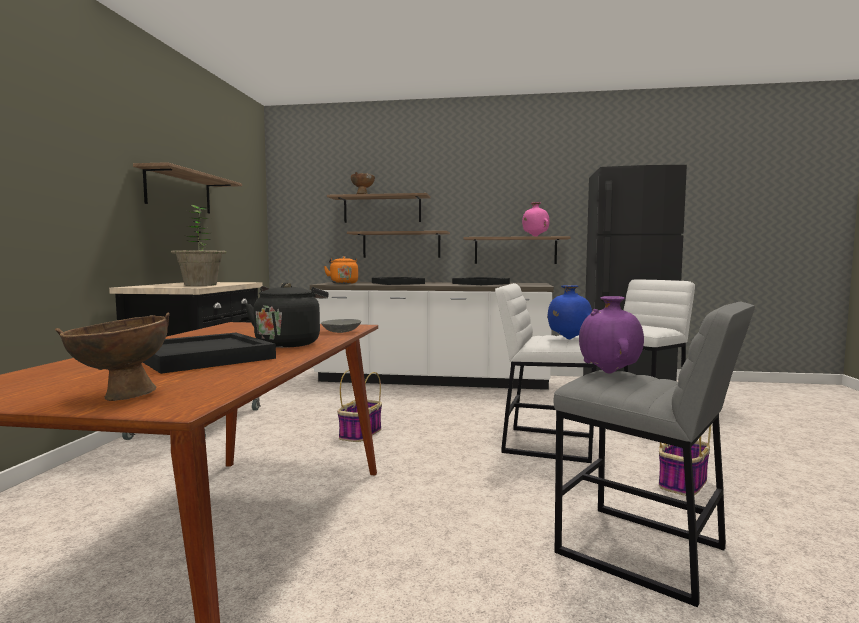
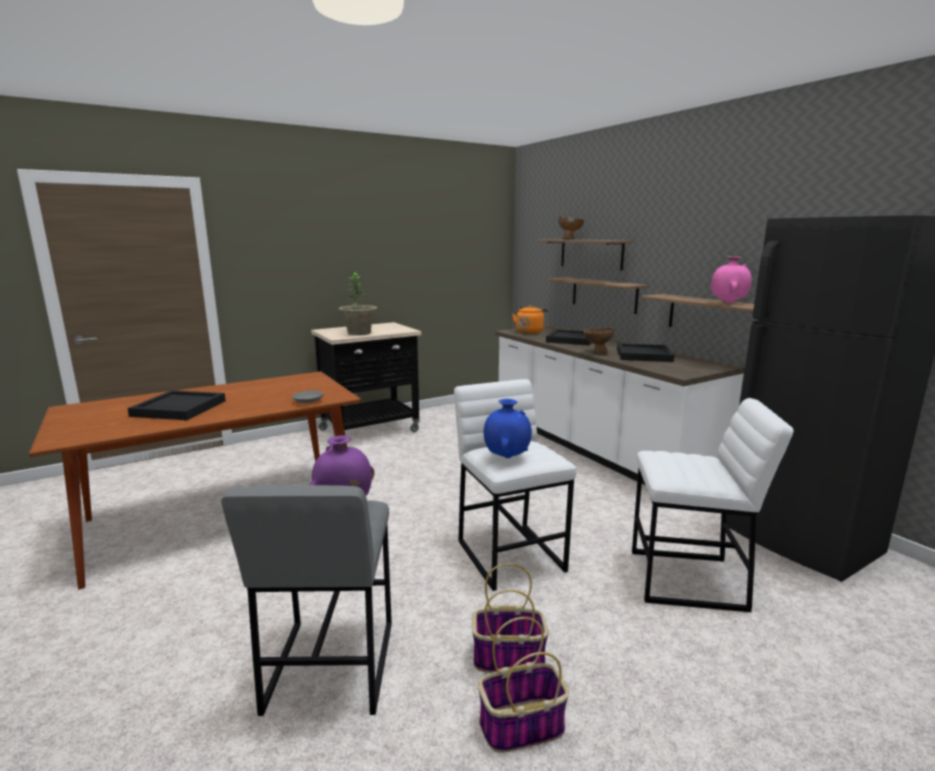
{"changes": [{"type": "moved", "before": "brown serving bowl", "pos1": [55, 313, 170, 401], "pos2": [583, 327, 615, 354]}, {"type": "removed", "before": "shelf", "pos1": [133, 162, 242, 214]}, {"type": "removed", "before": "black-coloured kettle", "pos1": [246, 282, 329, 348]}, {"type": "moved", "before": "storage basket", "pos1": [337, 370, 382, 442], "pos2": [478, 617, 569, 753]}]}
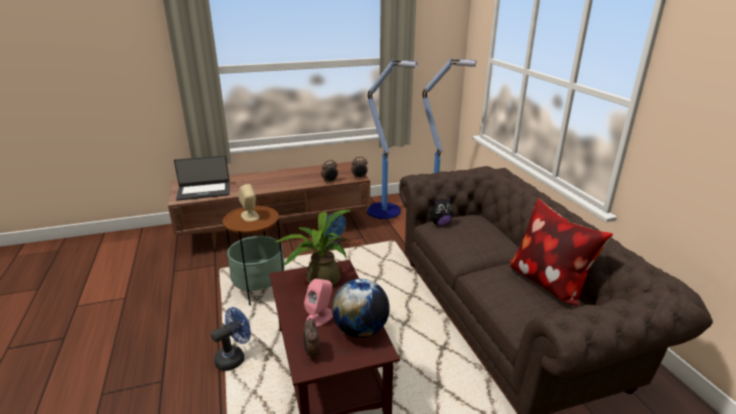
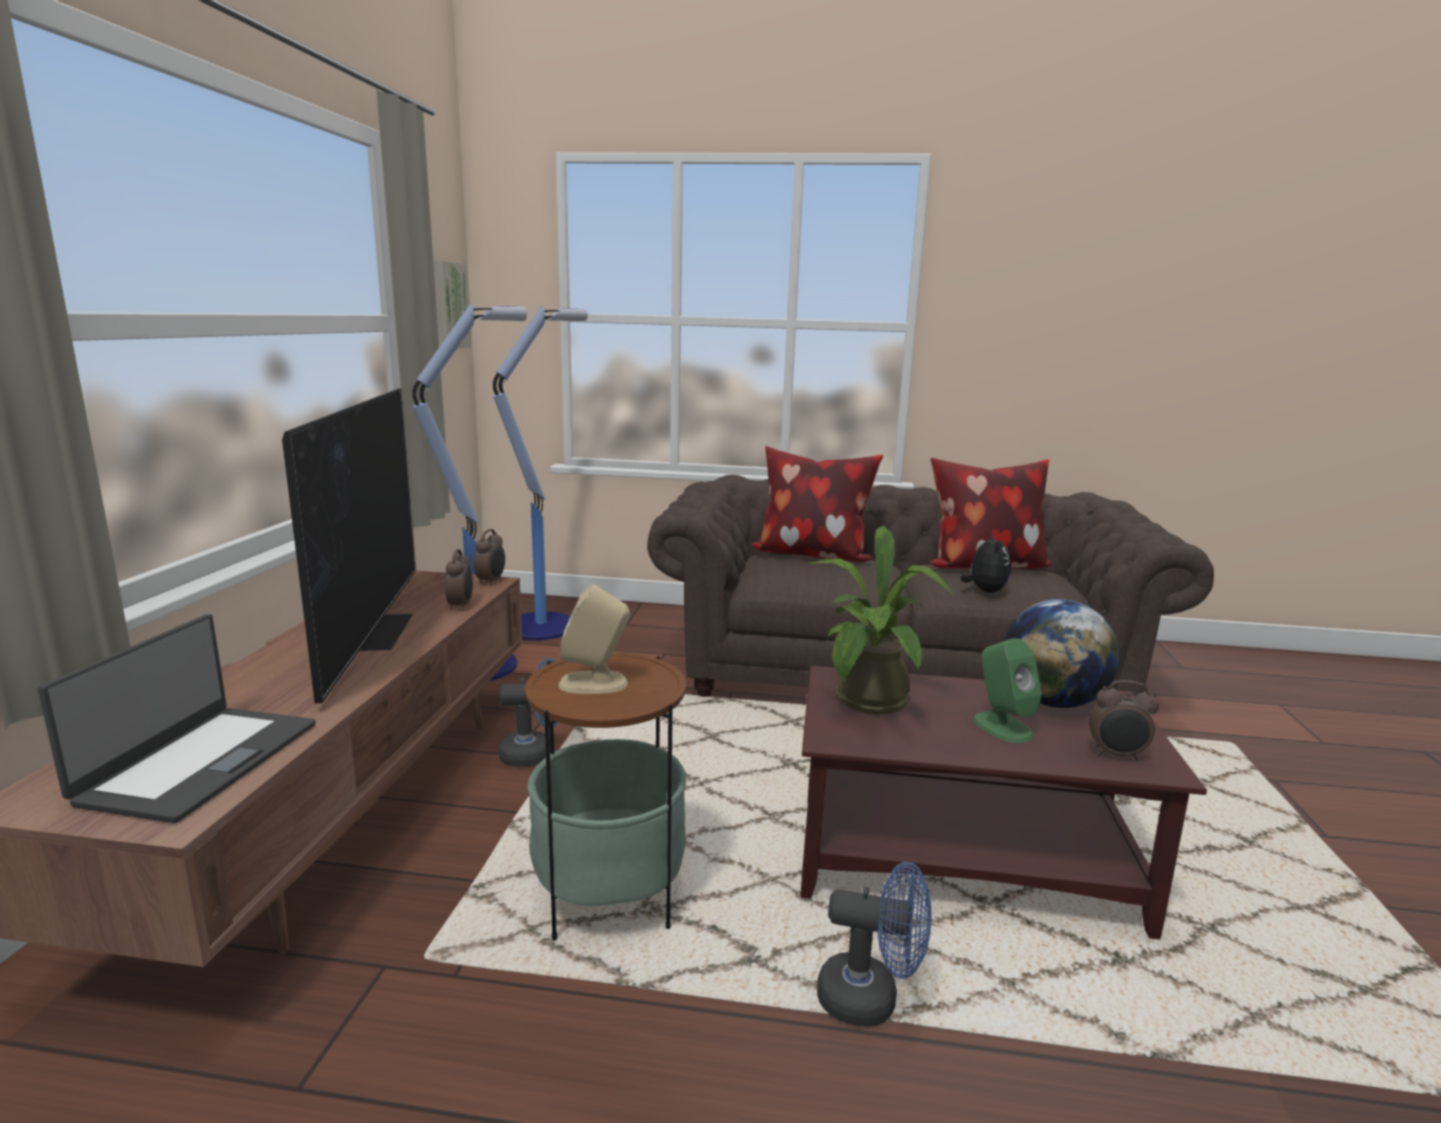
{"changes": [{"type": "turned", "before": "blue electric fan", "pos1": [211, 307, 251, 371], "pos2": [817, 862, 932, 1026], "turn": 120}, {"type": "recoloured", "before": "pink speaker", "after": "green-coloured speaker", "pos1": [304, 279, 333, 327], "pos2": [973, 638, 1042, 743]}, {"type": "moved", "before": "soft toy", "pos1": [429, 197, 453, 226], "pos2": [960, 532, 1011, 593]}, {"type": "added", "after": "TV set", "pos2": [282, 388, 416, 703]}, {"type": "added", "after": "wall art", "pos2": [434, 260, 472, 348]}, {"type": "added", "after": "throw pillow", "pos2": [750, 446, 883, 562]}]}
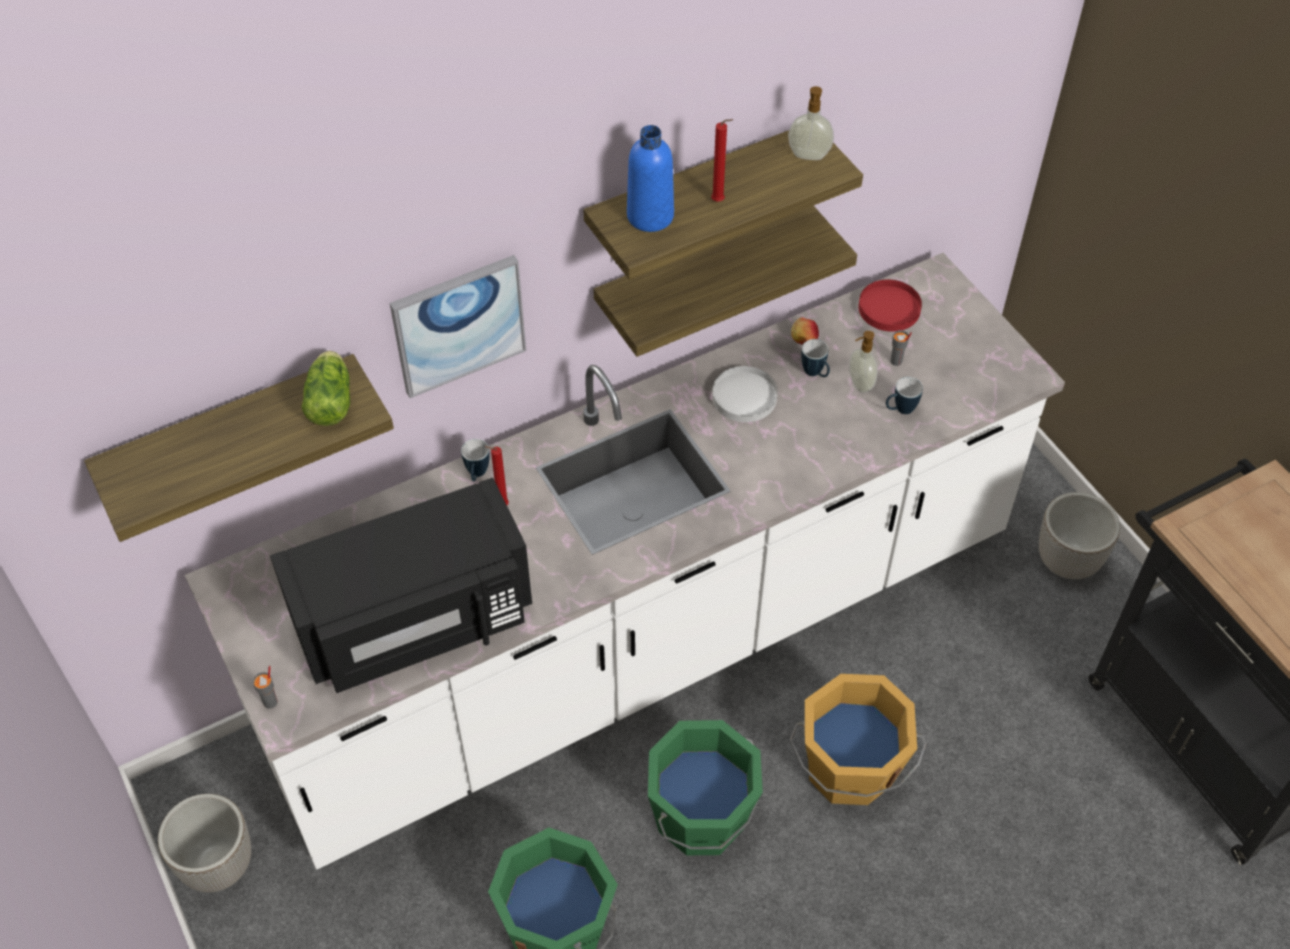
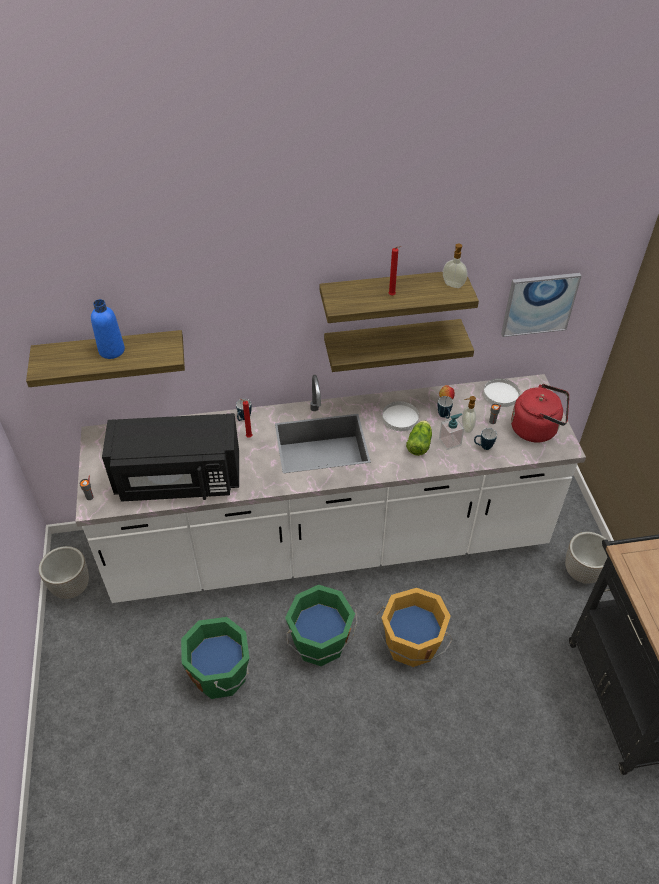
{"changes": [{"type": "moved", "before": "lettuce head", "pos1": [301, 351, 350, 426], "pos2": [406, 420, 432, 456]}, {"type": "moved", "before": "wall art", "pos1": [390, 255, 526, 398], "pos2": [501, 273, 582, 337]}, {"type": "moved", "before": "blue drink bottle", "pos1": [627, 125, 674, 232], "pos2": [91, 299, 125, 359]}, {"type": "recoloured", "before": "reddish flat dish", "after": "whitish flat dish", "pos1": [858, 280, 922, 332], "pos2": [483, 378, 520, 407]}, {"type": "added", "after": "soap bottle", "pos2": [439, 414, 464, 450]}, {"type": "added", "after": "reddish kettle", "pos2": [511, 384, 569, 443]}]}
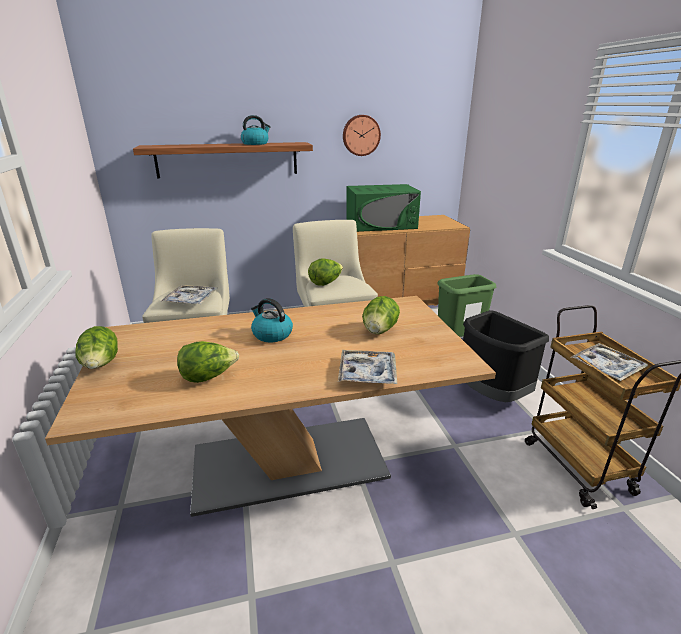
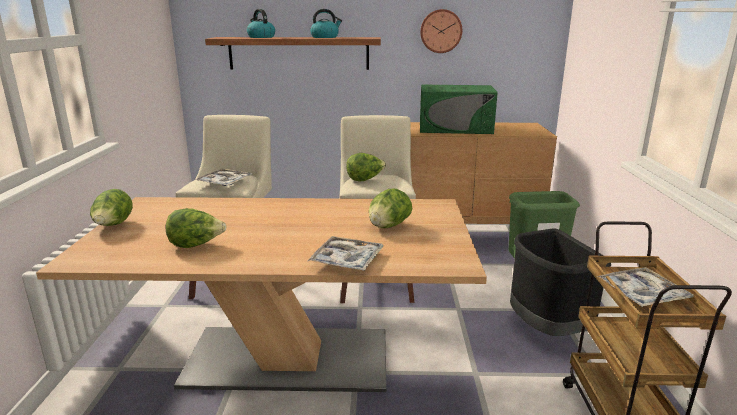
{"changes": [{"type": "moved", "before": "kettle", "pos1": [251, 298, 293, 342], "pos2": [247, 9, 275, 38]}]}
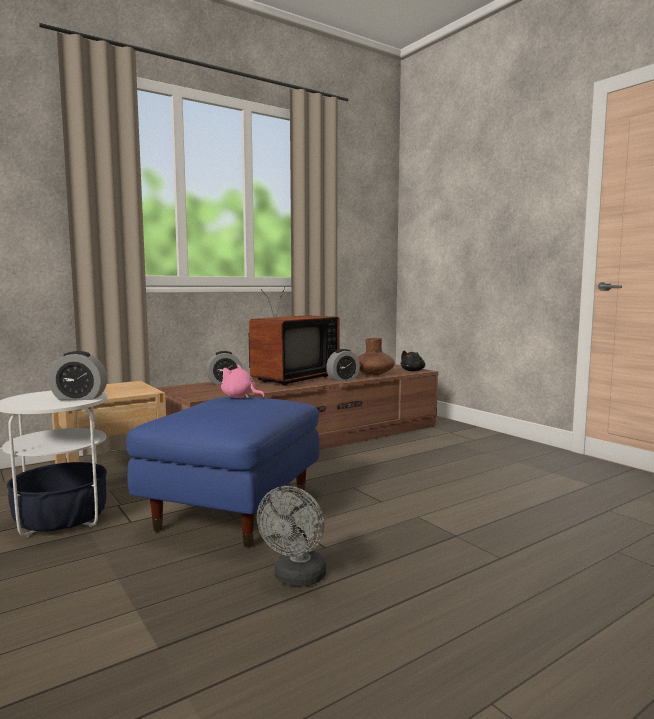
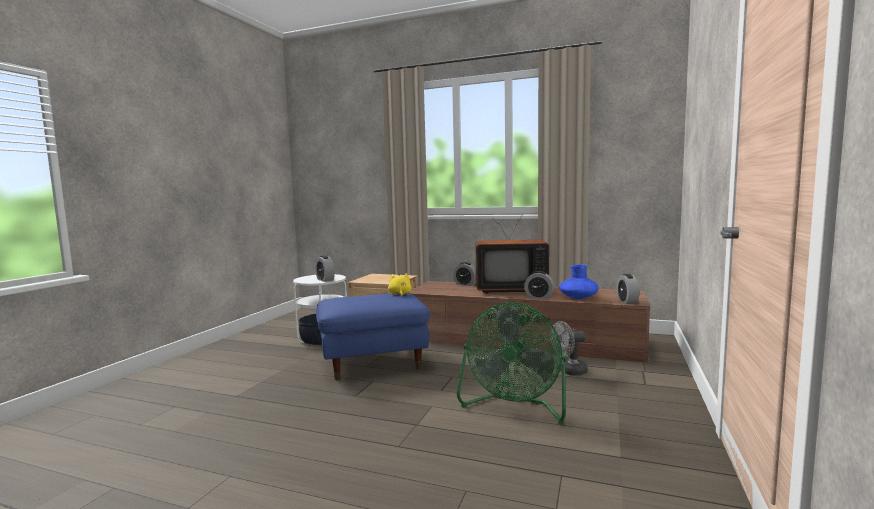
{"changes": [{"type": "recoloured", "before": "pink soft toy", "after": "yellowish soft toy", "pos1": [221, 365, 265, 398], "pos2": [388, 273, 412, 297]}, {"type": "moved", "before": "grey electric fan", "pos1": [257, 486, 326, 586], "pos2": [550, 321, 588, 376]}, {"type": "recoloured", "before": "brown vase", "after": "blue vase", "pos1": [358, 338, 395, 376], "pos2": [559, 264, 599, 299]}, {"type": "replaced", "before": "black-coloured soft toy", "after": "alarm clock", "pos1": [401, 351, 425, 371], "pos2": [616, 274, 639, 304]}, {"type": "added", "after": "green-coloured electric fan", "pos2": [457, 302, 566, 425]}]}
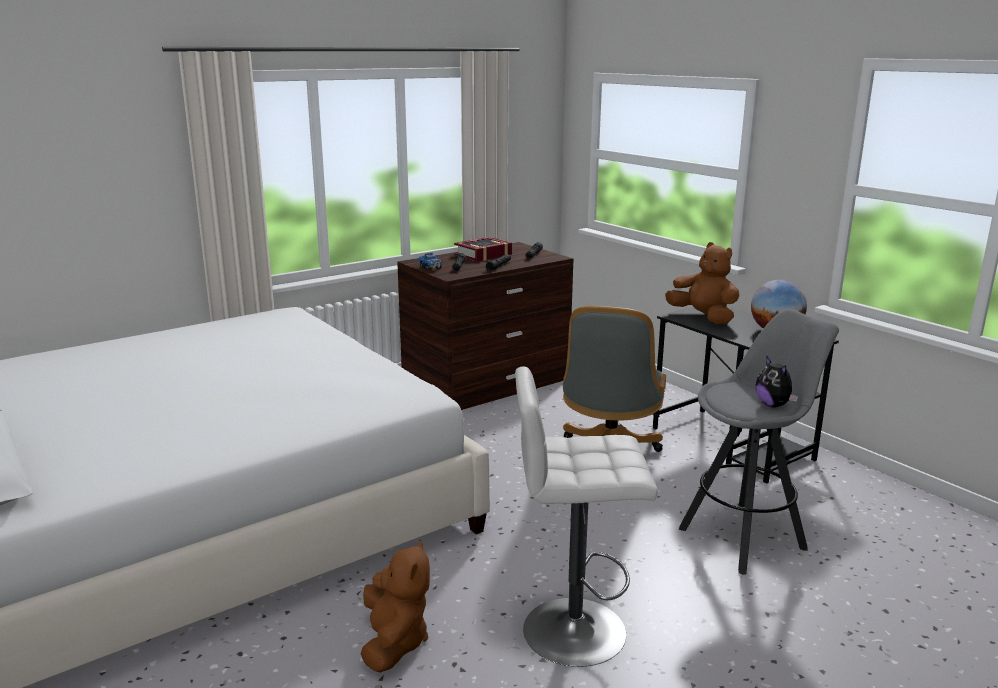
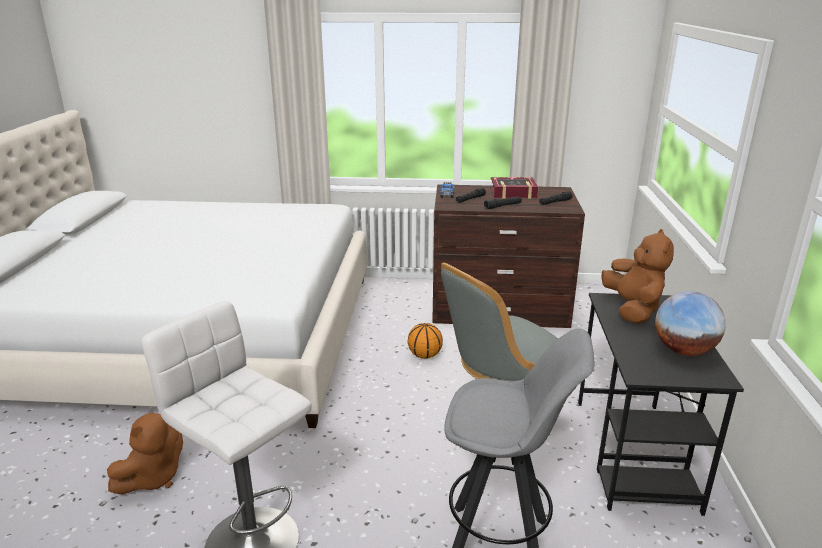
{"changes": [{"type": "removed", "before": "soft toy", "pos1": [755, 357, 798, 408]}, {"type": "added", "after": "basketball", "pos2": [408, 323, 443, 359]}]}
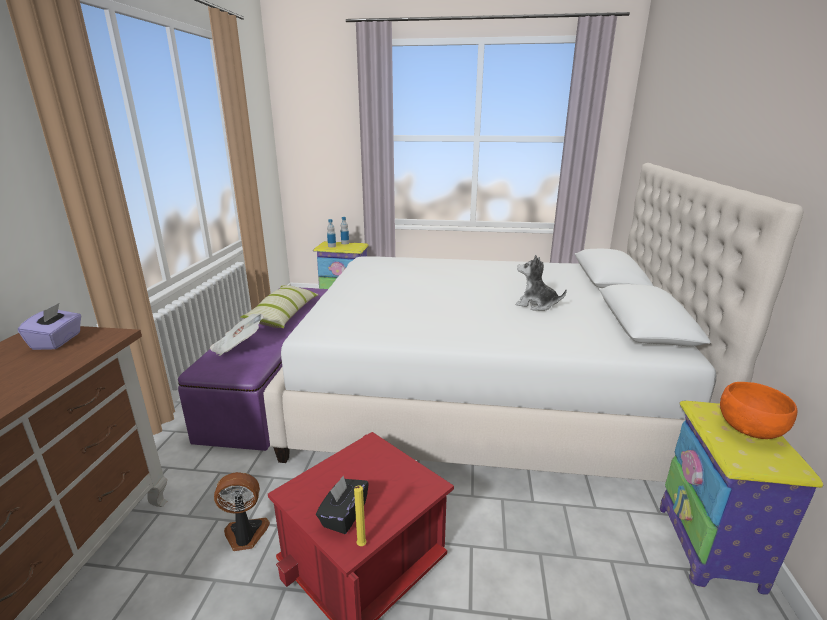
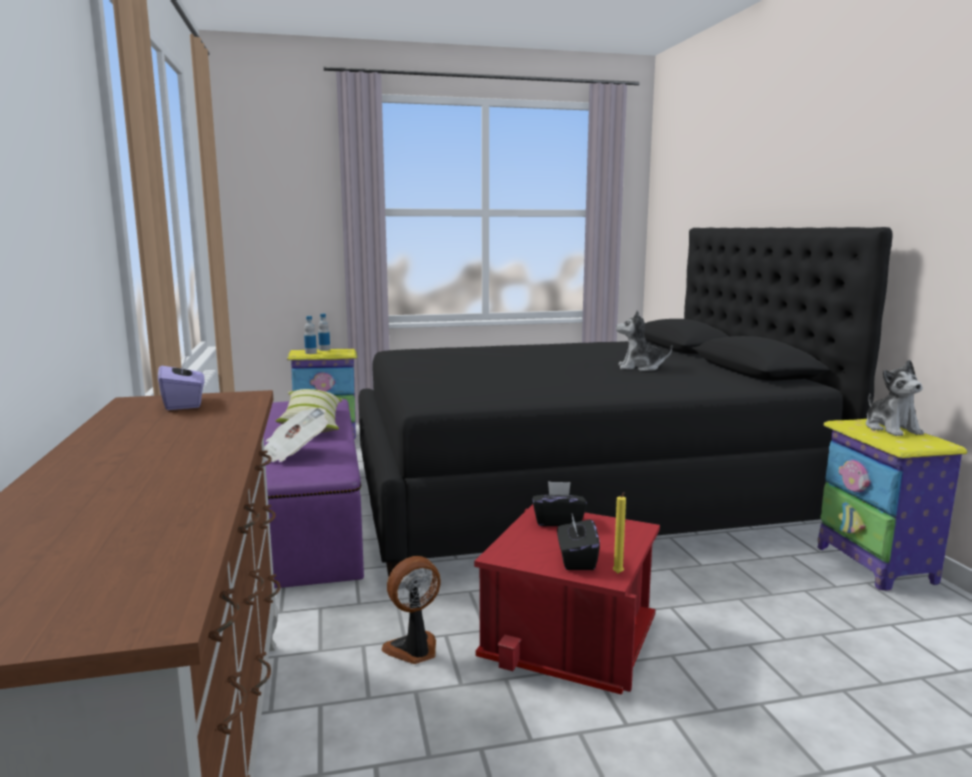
{"changes": [{"type": "recoloured", "before": "whitish bed", "after": "black-coloured bed", "pos1": [263, 163, 803, 482], "pos2": [358, 227, 893, 578]}, {"type": "replaced", "before": "orange serving bowl", "after": "soft toy", "pos1": [720, 382, 797, 439], "pos2": [866, 360, 924, 436]}, {"type": "added", "after": "black-coloured tissue box", "pos2": [533, 481, 587, 526]}]}
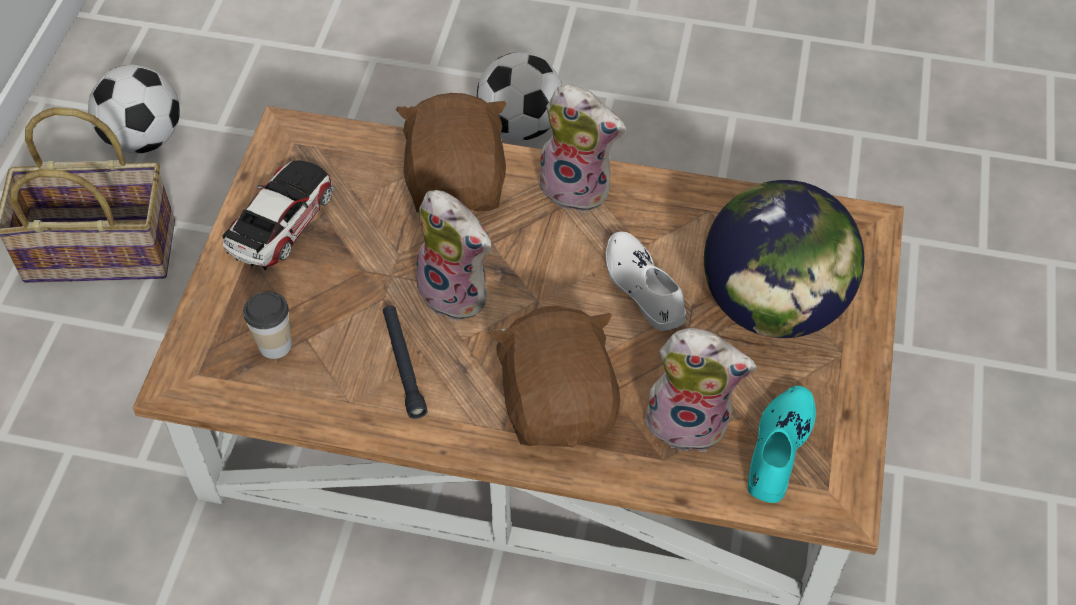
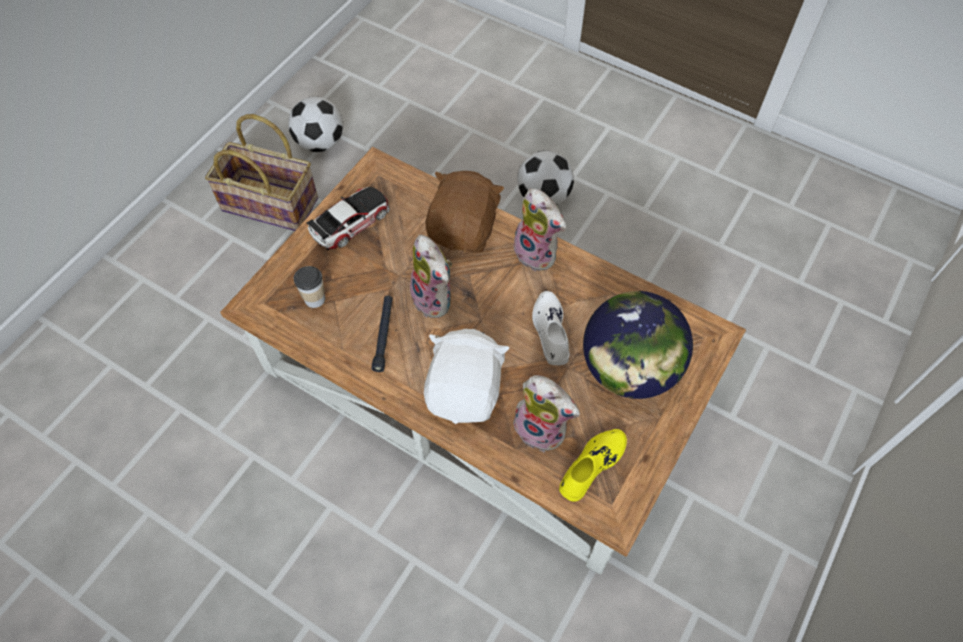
{"changes": [{"type": "recoloured", "before": "brown soft toy", "after": "whitish soft toy", "pos1": [489, 306, 620, 448], "pos2": [424, 329, 509, 424]}, {"type": "recoloured", "before": "blue-green item of footwear", "after": "yellowish item of footwear", "pos1": [748, 386, 816, 503], "pos2": [559, 429, 627, 502]}]}
